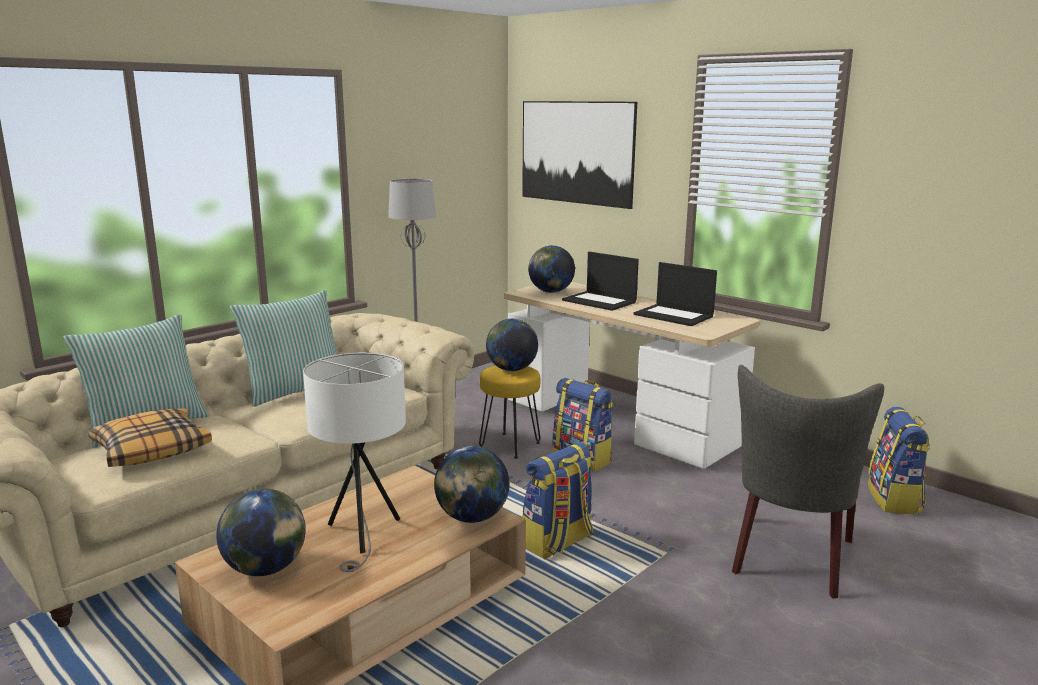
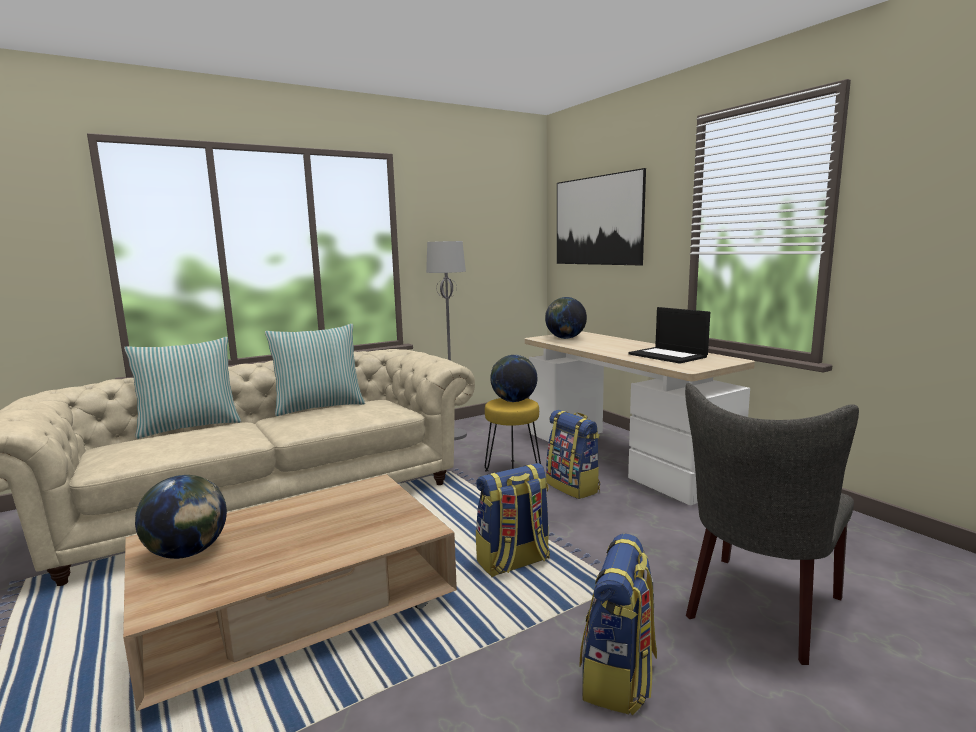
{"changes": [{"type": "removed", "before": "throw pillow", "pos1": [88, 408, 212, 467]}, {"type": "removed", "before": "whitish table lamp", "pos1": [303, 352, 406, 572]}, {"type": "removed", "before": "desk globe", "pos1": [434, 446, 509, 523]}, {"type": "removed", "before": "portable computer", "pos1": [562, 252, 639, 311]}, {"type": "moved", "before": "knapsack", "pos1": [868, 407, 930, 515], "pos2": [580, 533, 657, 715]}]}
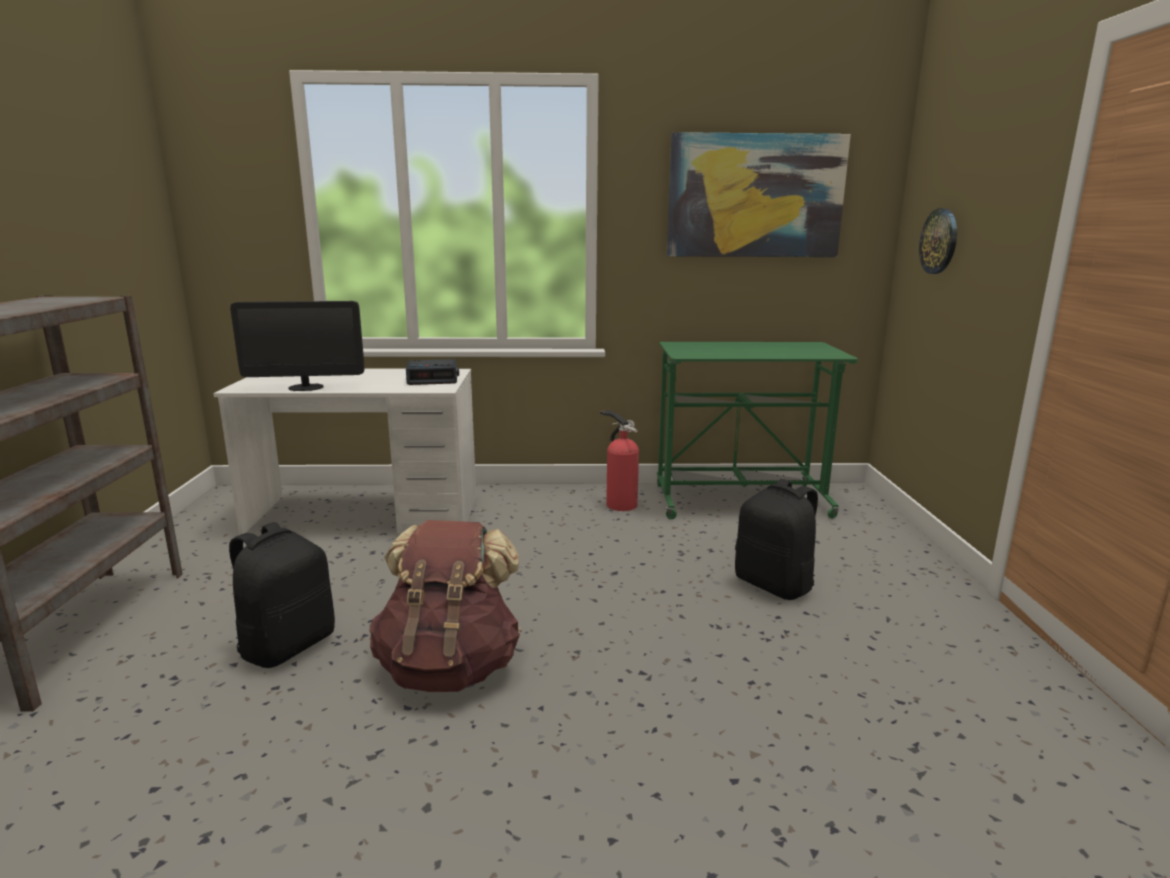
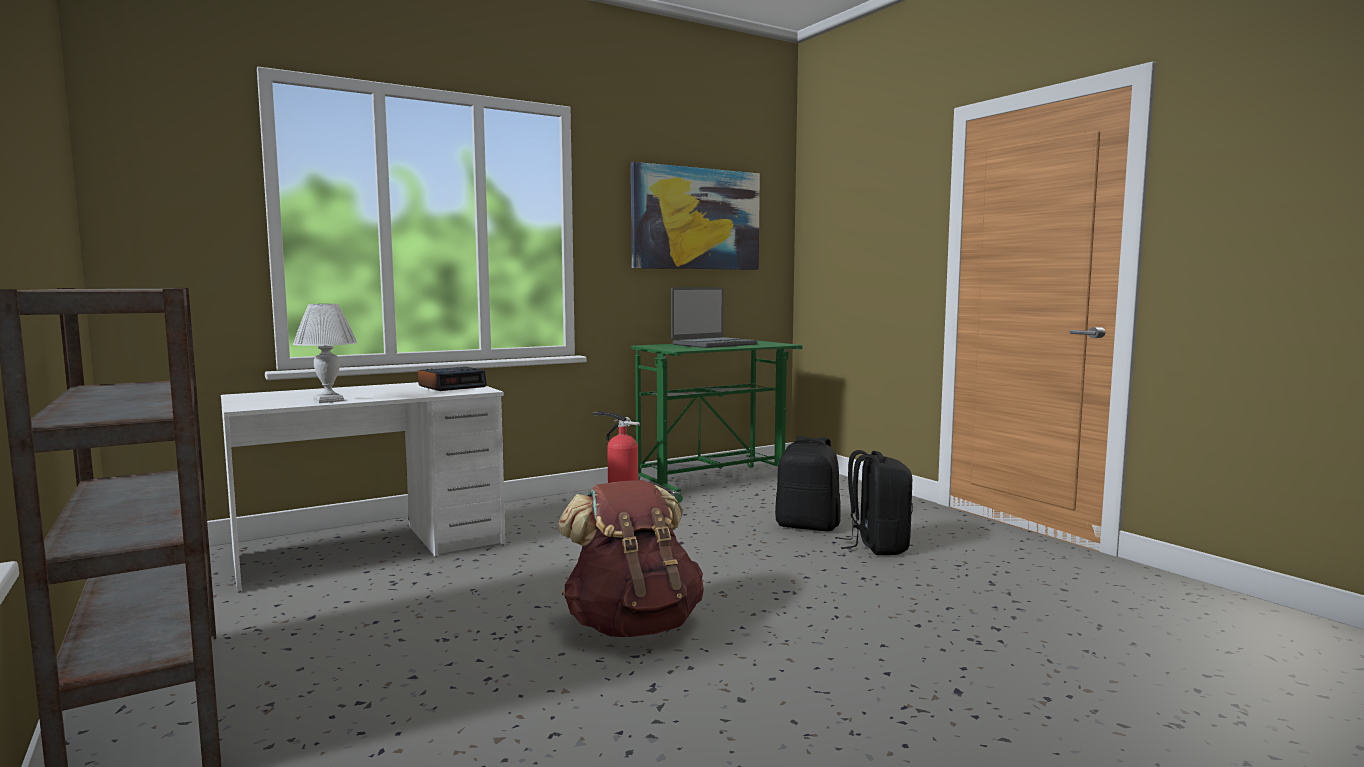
{"changes": [{"type": "moved", "before": "black-coloured knapsack", "pos1": [229, 522, 335, 668], "pos2": [835, 450, 913, 555]}, {"type": "replaced", "before": "monitor", "after": "whitish table lamp", "pos1": [230, 301, 364, 391], "pos2": [293, 304, 358, 403]}, {"type": "removed", "before": "clock on the wall", "pos1": [919, 208, 957, 274]}, {"type": "added", "after": "portable computer", "pos2": [671, 287, 757, 348]}]}
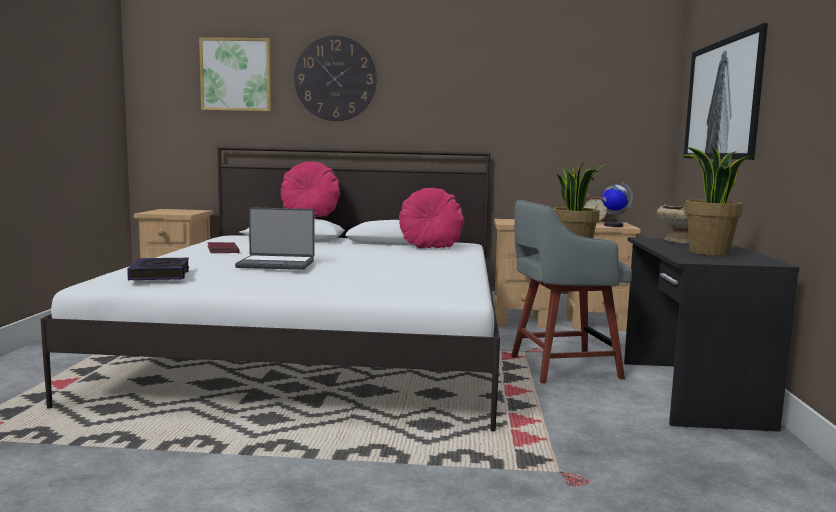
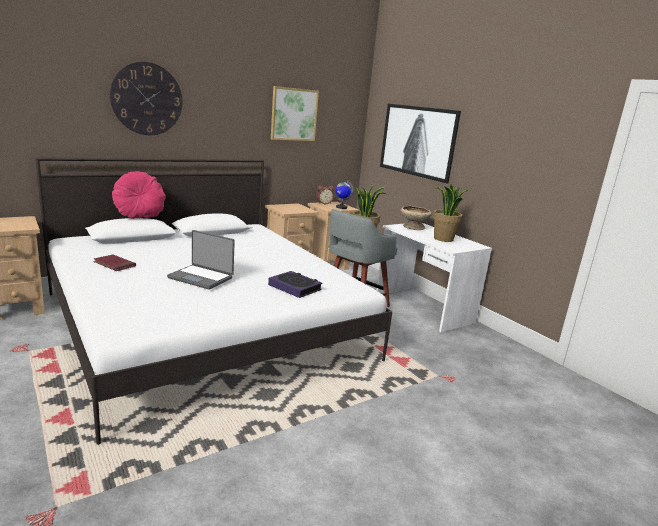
{"changes": [{"type": "moved", "before": "volume", "pos1": [127, 258, 189, 280], "pos2": [268, 271, 322, 298]}, {"type": "moved", "before": "wall art", "pos1": [199, 37, 271, 111], "pos2": [271, 86, 319, 141]}, {"type": "turned", "before": "portable computer", "pos1": [235, 207, 314, 270], "pos2": [167, 230, 235, 290], "turn": 60}, {"type": "removed", "before": "pink throw pillow", "pos1": [399, 188, 464, 248]}, {"type": "recoloured", "before": "black-coloured desk unit", "after": "whitish desk unit", "pos1": [624, 237, 799, 432], "pos2": [377, 223, 492, 332]}]}
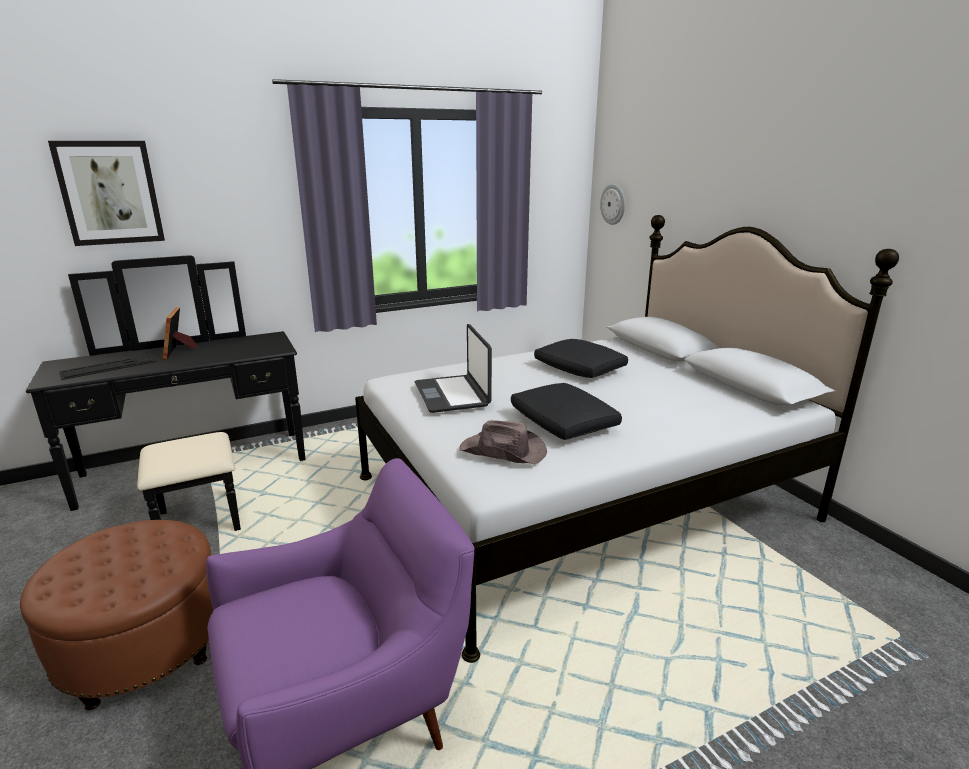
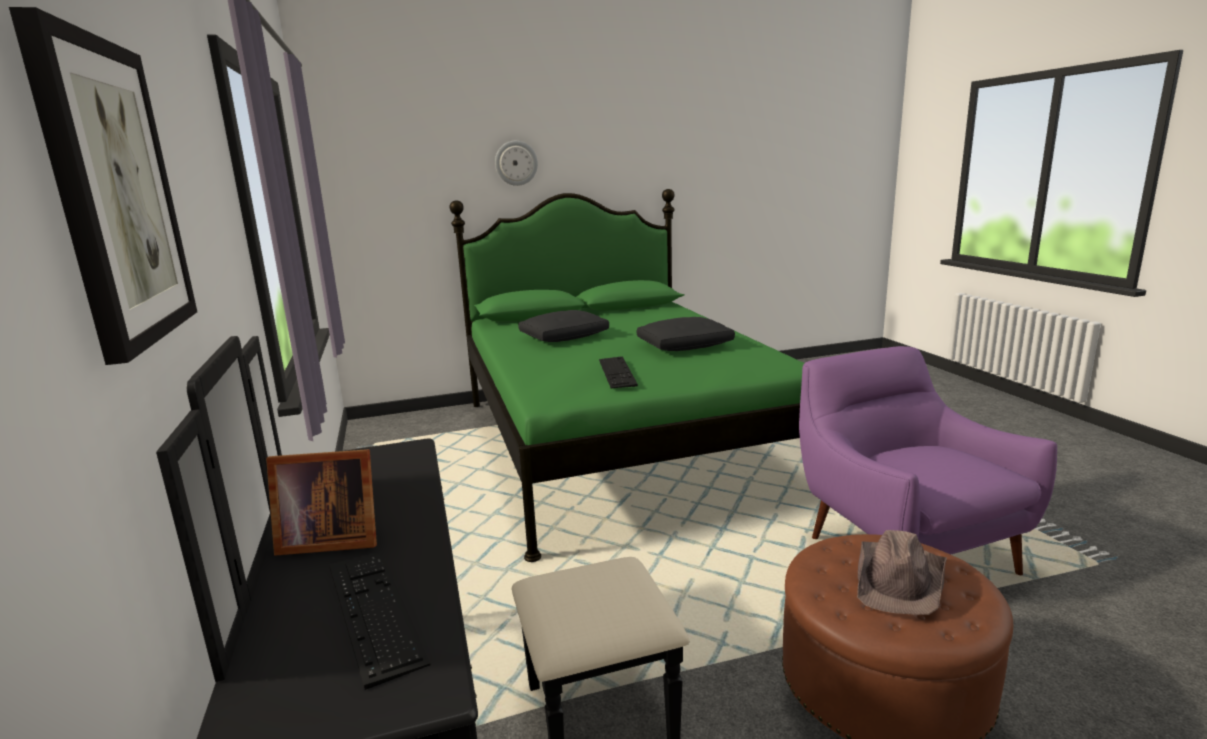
{"changes": [{"type": "recoloured", "before": "whitish bed", "after": "green-coloured bed", "pos1": [355, 215, 899, 663], "pos2": [449, 189, 804, 562]}, {"type": "replaced", "before": "portable computer", "after": "computer keyboard", "pos1": [415, 324, 492, 413], "pos2": [599, 356, 638, 388]}, {"type": "moved", "before": "brown clothing hat", "pos1": [460, 420, 547, 465], "pos2": [857, 530, 947, 615]}, {"type": "moved", "before": "clock on the wall", "pos1": [600, 184, 625, 225], "pos2": [495, 141, 538, 186]}]}
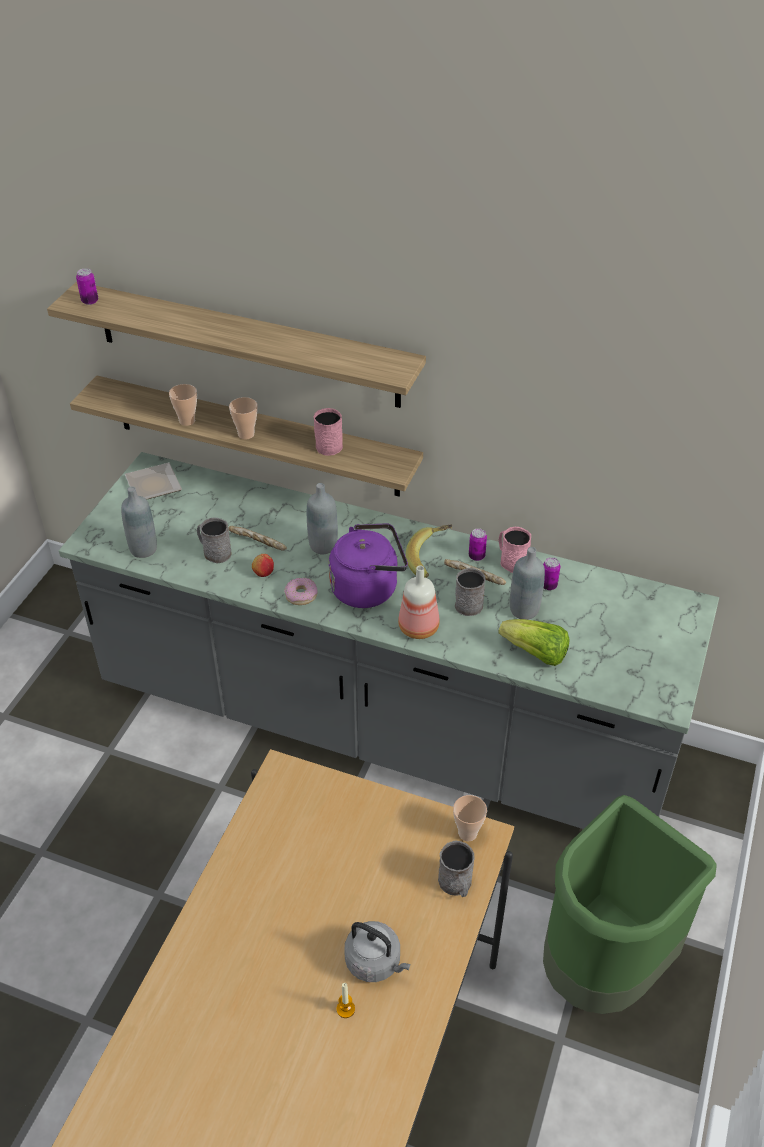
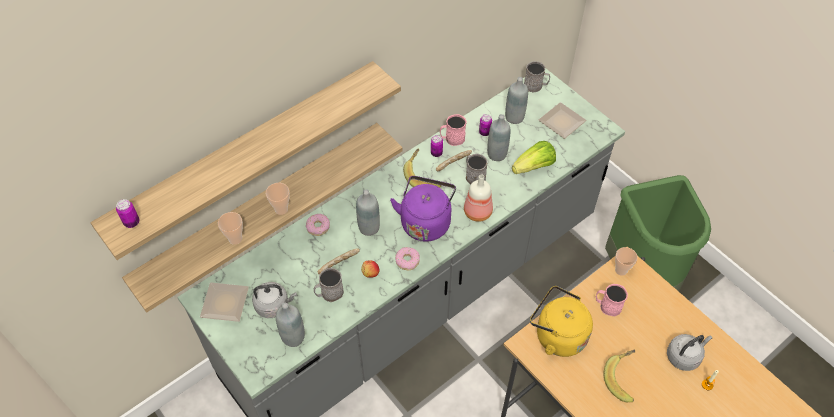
{"changes": [{"type": "moved", "before": "pink mug", "pos1": [314, 408, 343, 456], "pos2": [596, 284, 628, 316]}, {"type": "moved", "before": "grey mug", "pos1": [438, 840, 474, 897], "pos2": [524, 61, 550, 93]}, {"type": "added", "after": "grey kettle", "pos2": [252, 282, 297, 318]}, {"type": "added", "after": "donut", "pos2": [306, 214, 330, 236]}, {"type": "added", "after": "grey drink bottle", "pos2": [505, 77, 528, 124]}, {"type": "added", "after": "yellowish kettle", "pos2": [530, 286, 593, 357]}, {"type": "added", "after": "flat dish", "pos2": [539, 102, 587, 139]}, {"type": "added", "after": "whole banana", "pos2": [603, 350, 635, 402]}]}
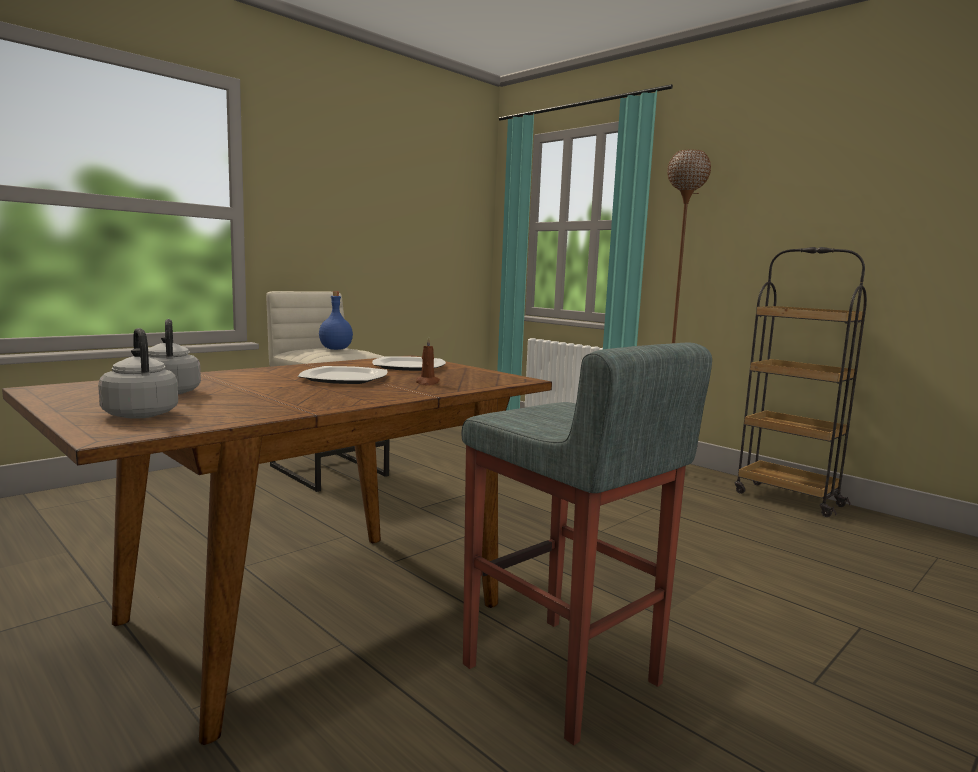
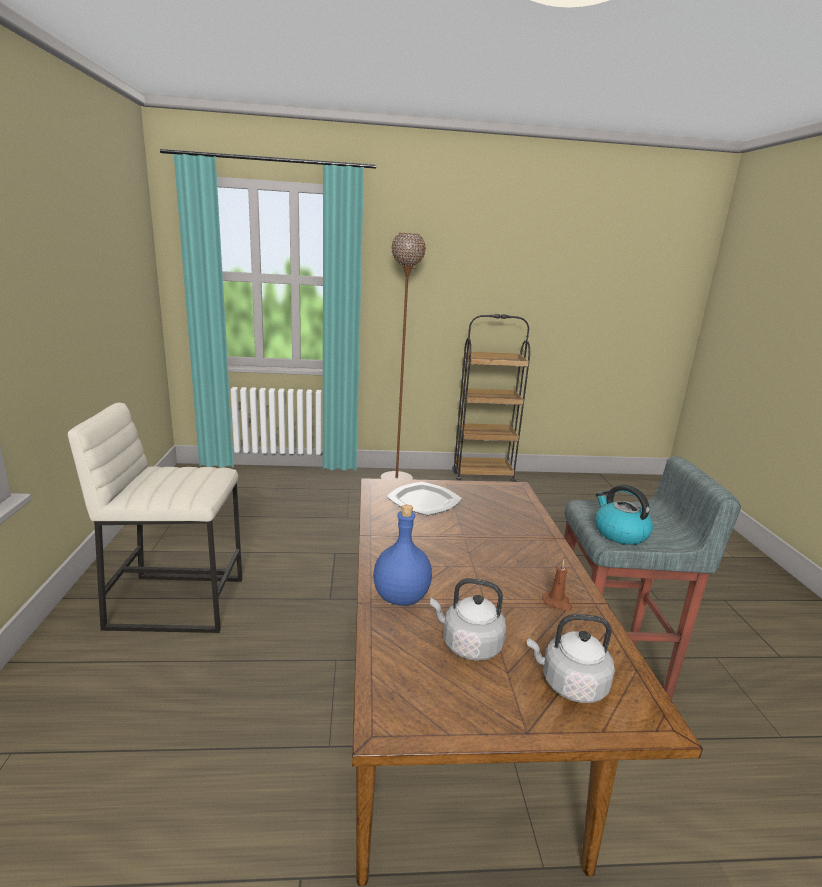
{"changes": [{"type": "removed", "before": "flat dish", "pos1": [298, 366, 388, 384]}, {"type": "moved", "before": "blue drink bottle", "pos1": [319, 291, 353, 350], "pos2": [373, 505, 432, 606]}, {"type": "moved", "before": "brown wax candle", "pos1": [416, 336, 440, 386], "pos2": [542, 560, 572, 611]}, {"type": "added", "after": "kettle", "pos2": [595, 485, 653, 545]}]}
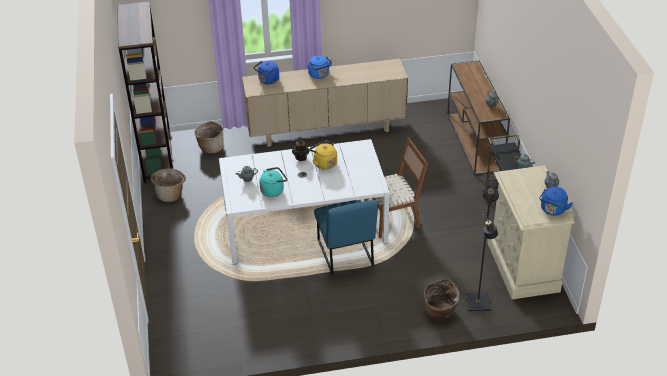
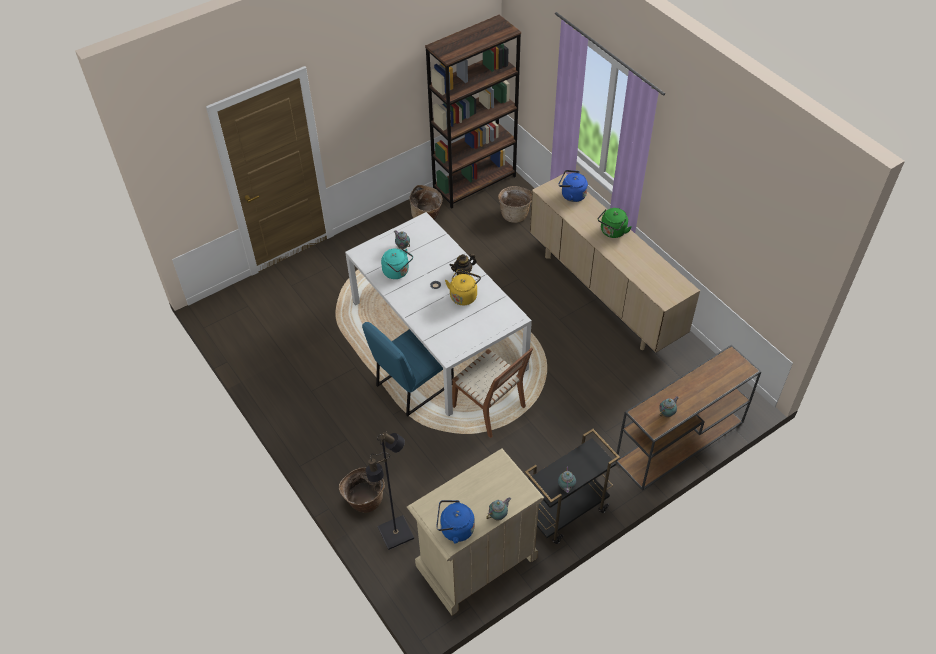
{"changes": [{"type": "recoloured", "before": "blue kettle", "after": "green-coloured kettle", "pos1": [308, 56, 332, 79], "pos2": [598, 208, 631, 238]}]}
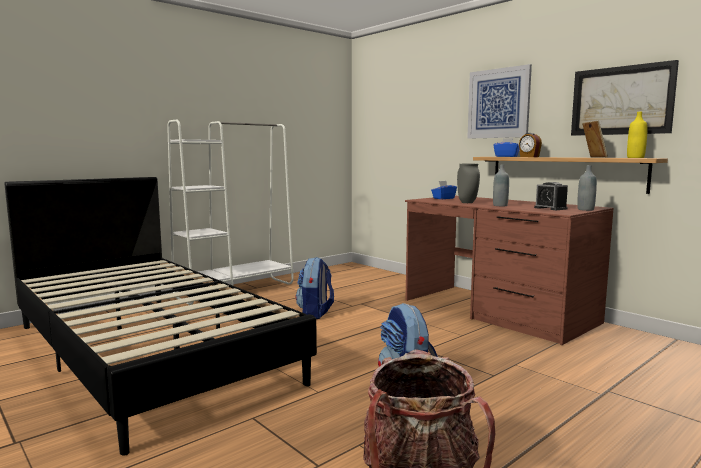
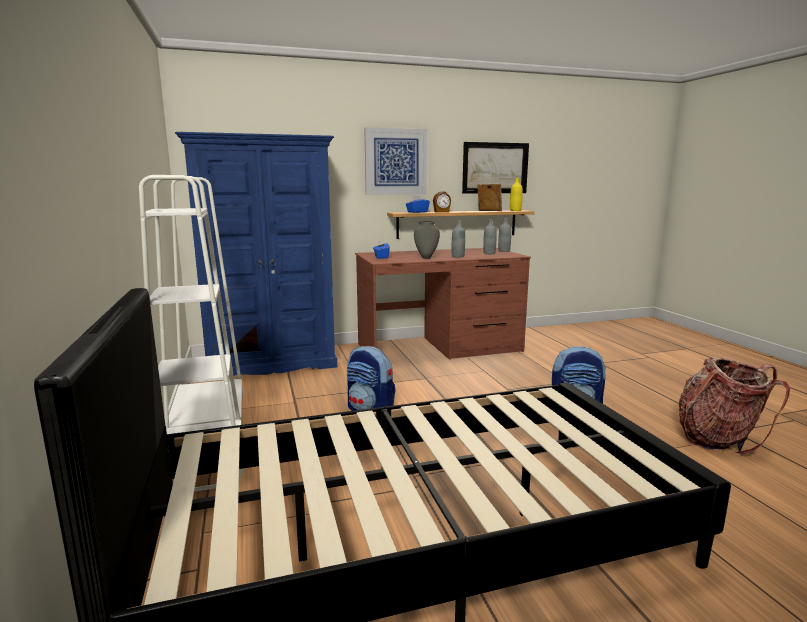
{"changes": [{"type": "replaced", "before": "alarm clock", "after": "grey drink bottle", "pos1": [534, 182, 568, 210], "pos2": [483, 219, 497, 254]}, {"type": "added", "after": "blue clothes cupboard", "pos2": [175, 132, 337, 376]}]}
